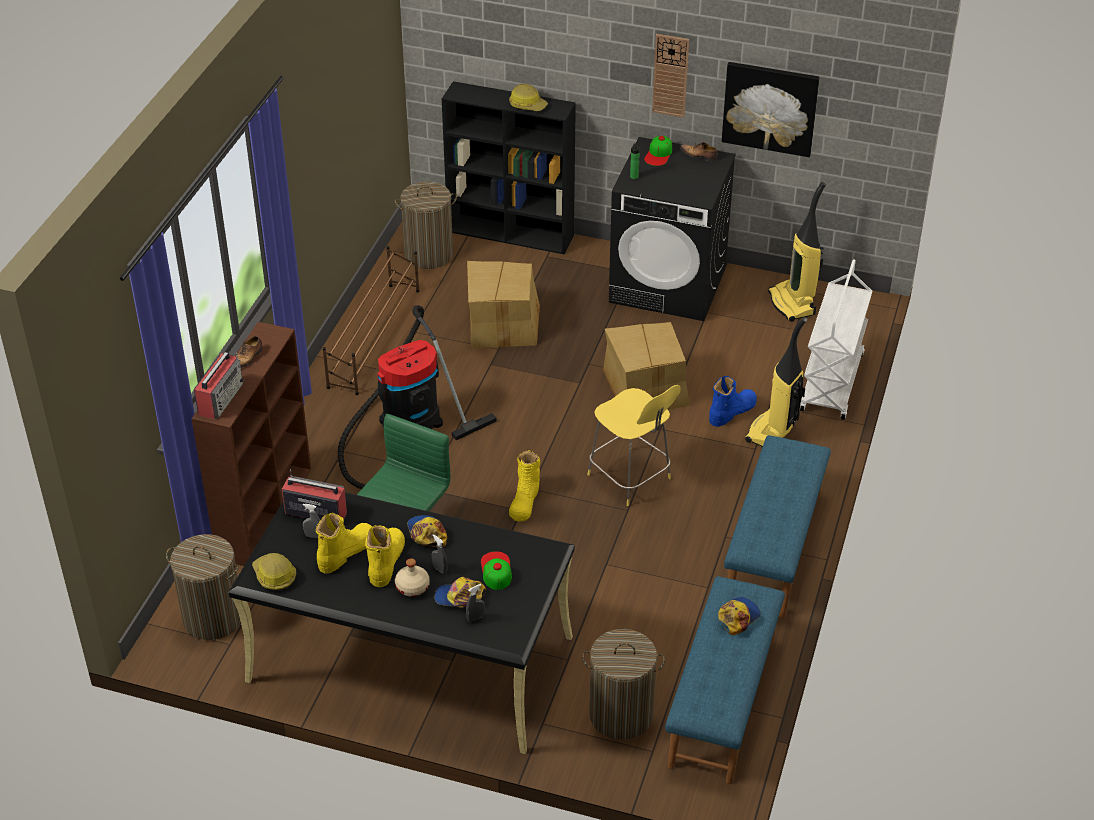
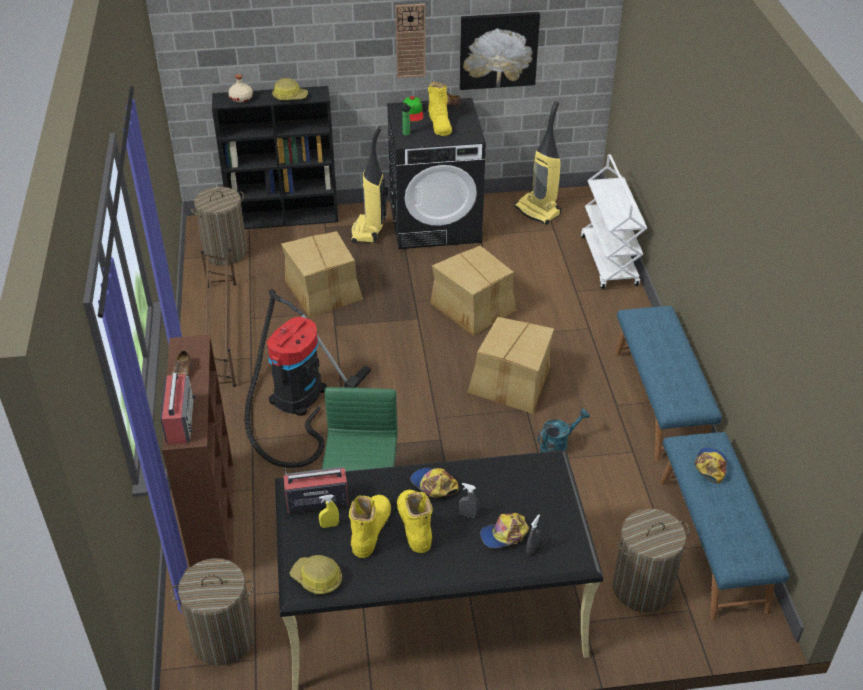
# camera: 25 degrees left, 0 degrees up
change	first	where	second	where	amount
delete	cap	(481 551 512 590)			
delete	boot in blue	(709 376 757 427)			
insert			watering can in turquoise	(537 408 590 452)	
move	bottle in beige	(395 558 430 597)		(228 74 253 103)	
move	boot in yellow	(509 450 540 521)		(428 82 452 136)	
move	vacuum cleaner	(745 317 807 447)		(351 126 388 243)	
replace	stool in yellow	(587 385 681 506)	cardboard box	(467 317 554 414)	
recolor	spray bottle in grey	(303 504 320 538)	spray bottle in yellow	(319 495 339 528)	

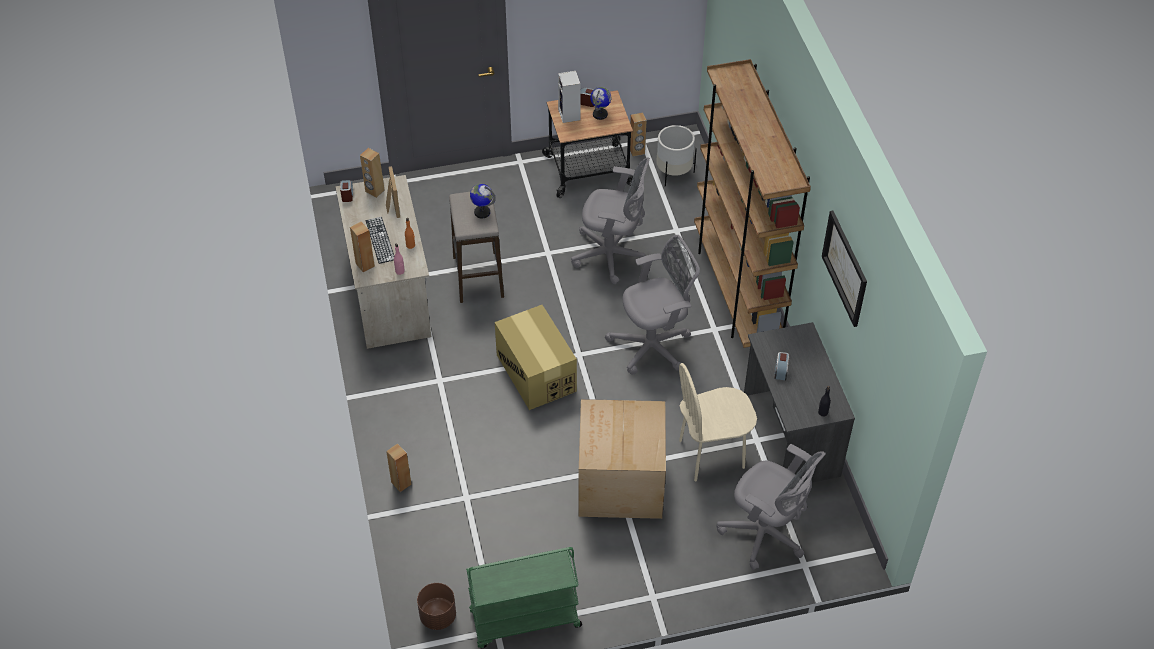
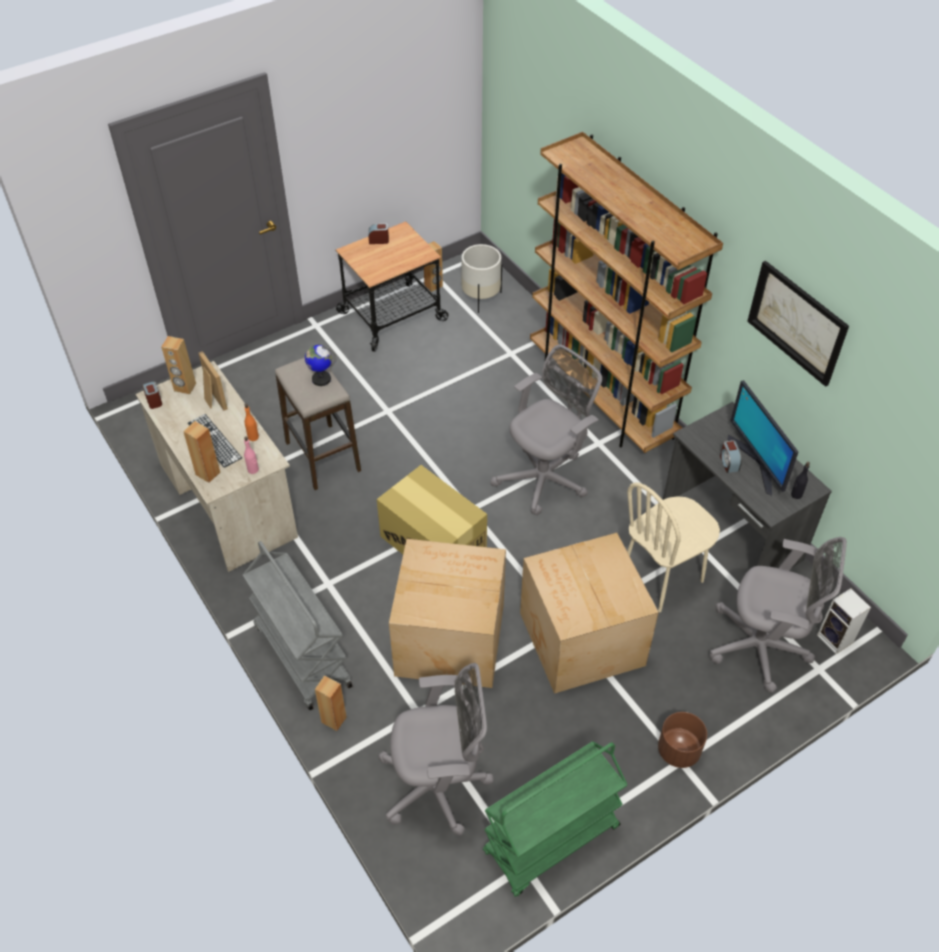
# camera: 20 degrees left, 0 degrees up
change	first	where	second	where	amount
delete	globe	(590 87 611 120)			
insert			cart in grey	(242 541 352 710)	
insert			cardboard box	(389 539 506 688)	
insert			monitor	(727 380 798 496)	
move	planter in brown	(417 583 456 630)		(658 712 707 768)	
move	speaker	(558 71 581 123)		(817 588 871 654)	
move	office chair in grey	(571 158 650 284)		(378 663 494 835)	

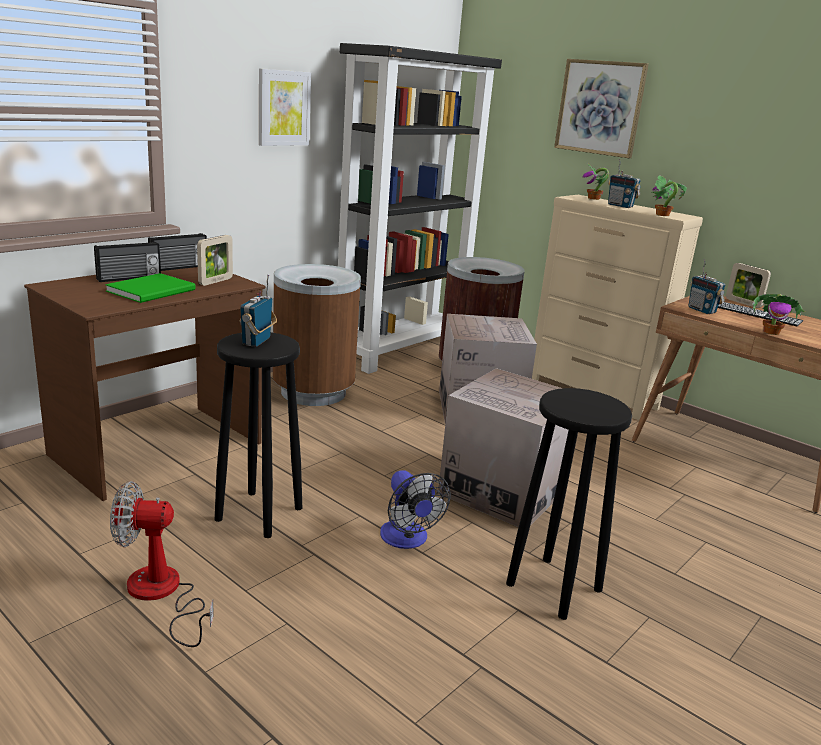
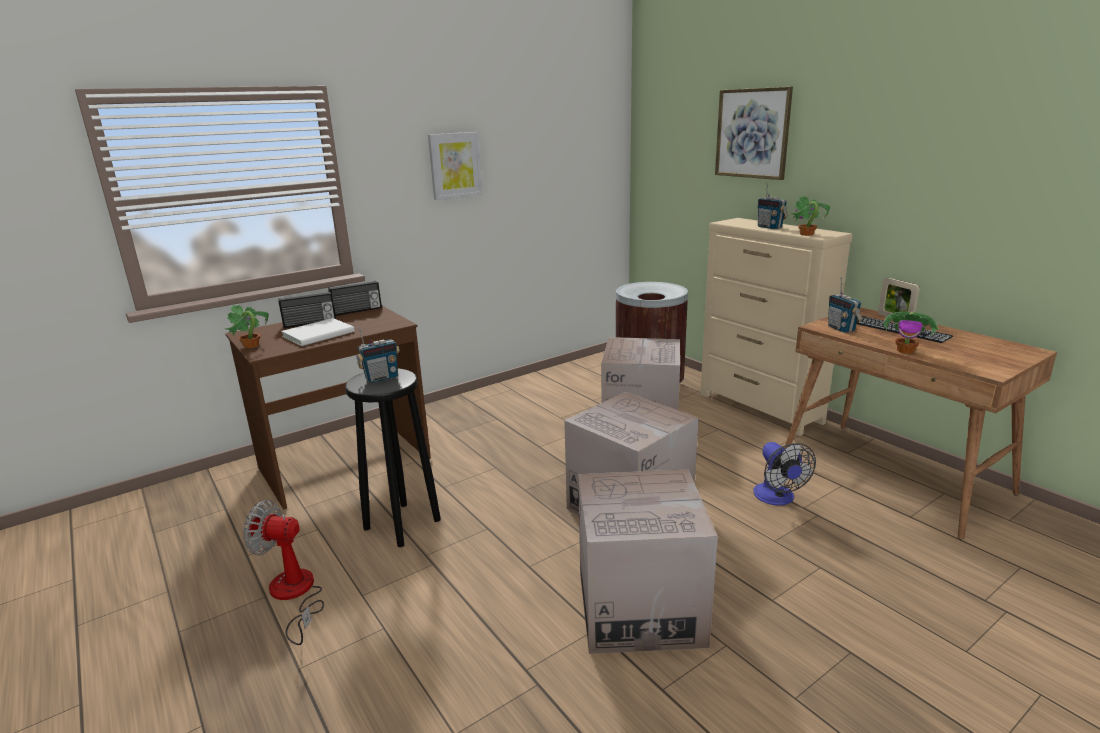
# camera: 15 degrees right, 0 degrees up
change	first	where	second	where	amount
delete	picture frame	(197 235 233 286)			
delete	trash can in brown	(273 264 361 406)			
delete	bookcase in black	(338 43 502 374)			
move	fan	(380 470 451 549)		(753 442 816 506)	
move	potted plant	(583 163 609 200)		(225 305 269 348)	
replace	stool in black	(506 388 632 620)	cardboard box	(578 469 718 654)	
recolor	book in green	(105 273 196 303)	book in white	(281 318 355 346)	
rotate	radio	(239 275 277 347)		(356 327 400 383)	150 degrees counterclockwise

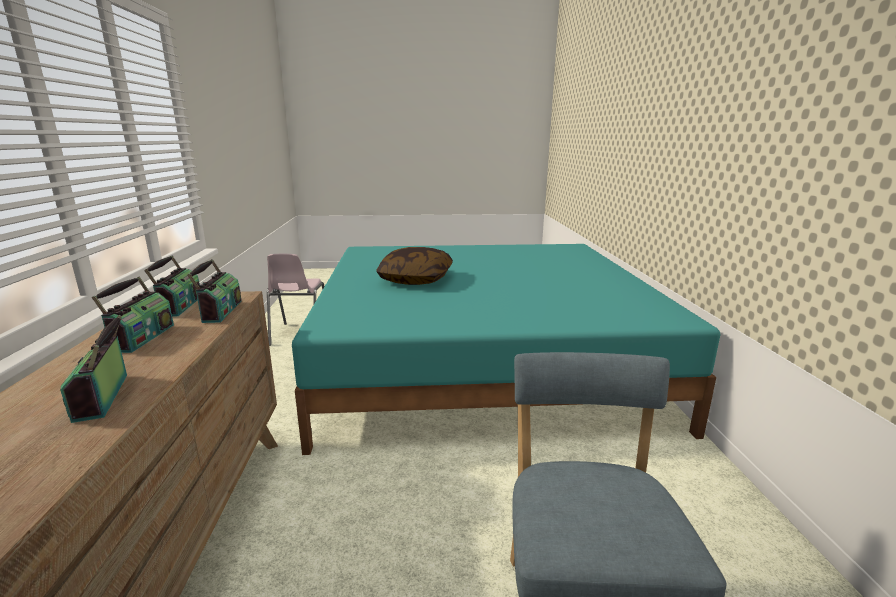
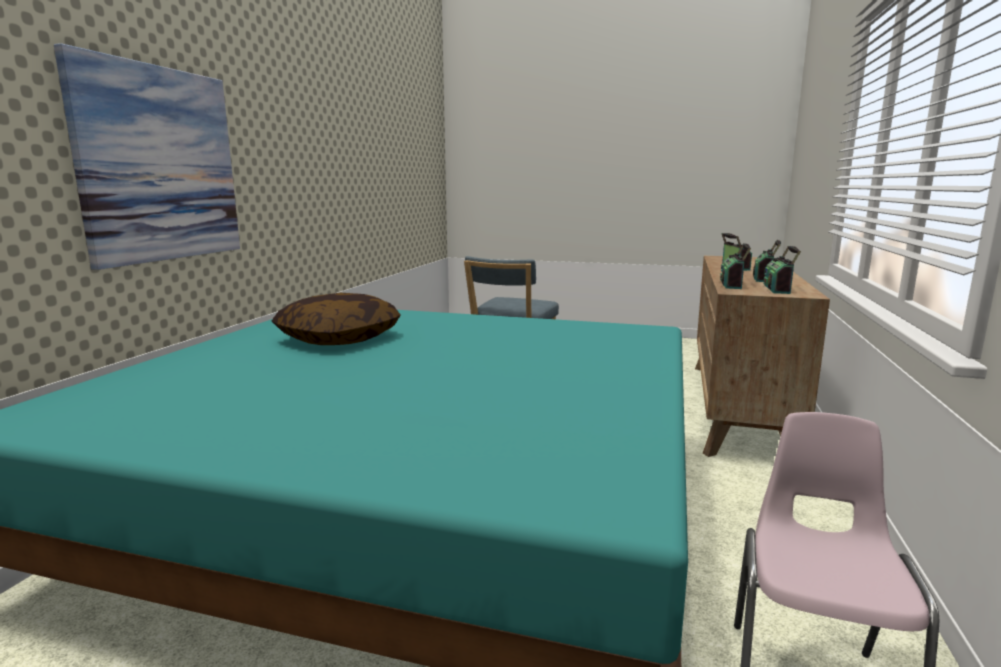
# camera: 160 degrees left, 5 degrees down
change	first	where	second	where	amount
insert			picture	(54 43 240 270)	
move	pillow	(376 247 453 285)		(272 293 401 345)	

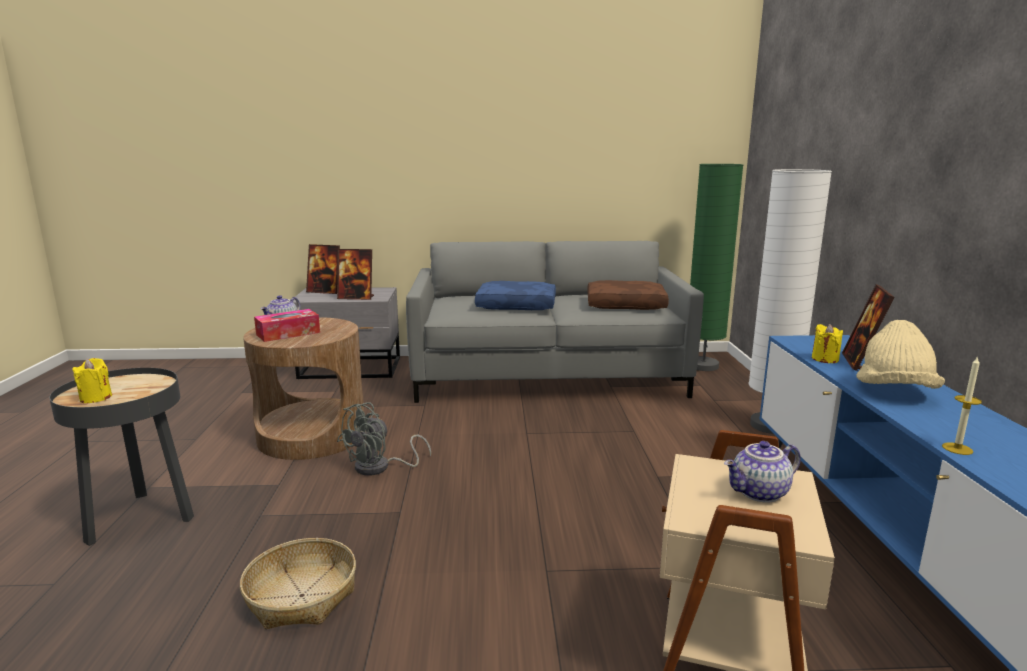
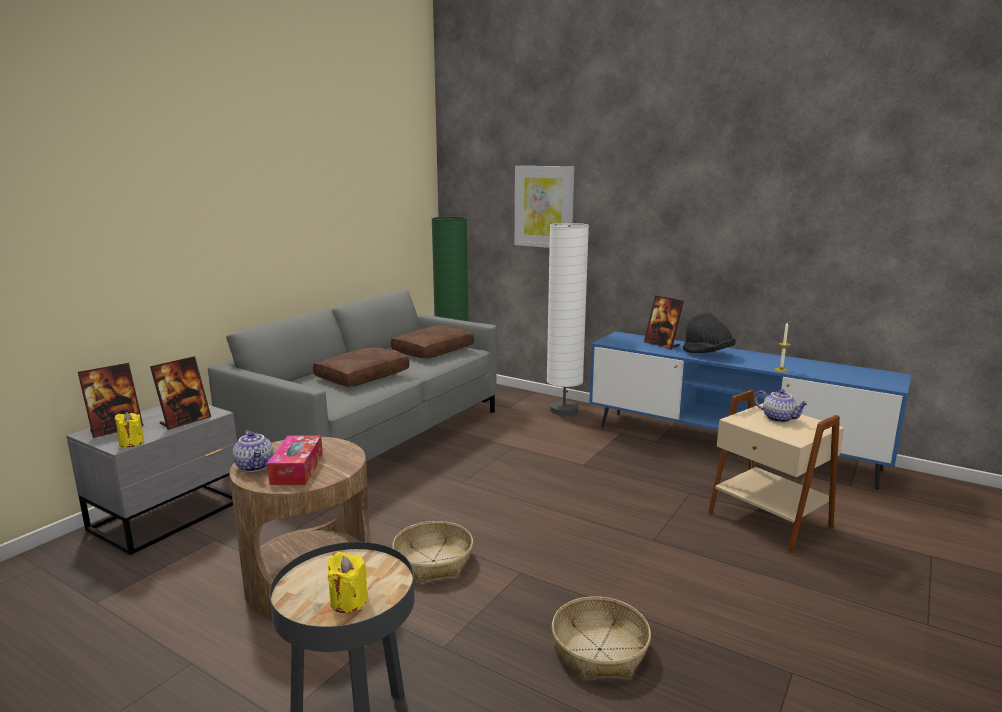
# camera: 55 degrees left, 0 degrees up
change	first	where	second	where	amount
insert			picture	(515 166 574 248)	
move	candle in yellow	(812 324 843 363)		(115 412 144 447)	
replace	fan in grey	(337 402 431 475)	basket	(392 521 473 582)	
recolor	pillow in blue	(475 281 556 310)	pillow in brown	(313 347 410 387)	
recolor	hat in beige	(856 320 945 389)	hat in black	(683 313 736 353)	
rotate	teapot	(724 441 801 503)		(754 389 809 423)	60 degrees counterclockwise

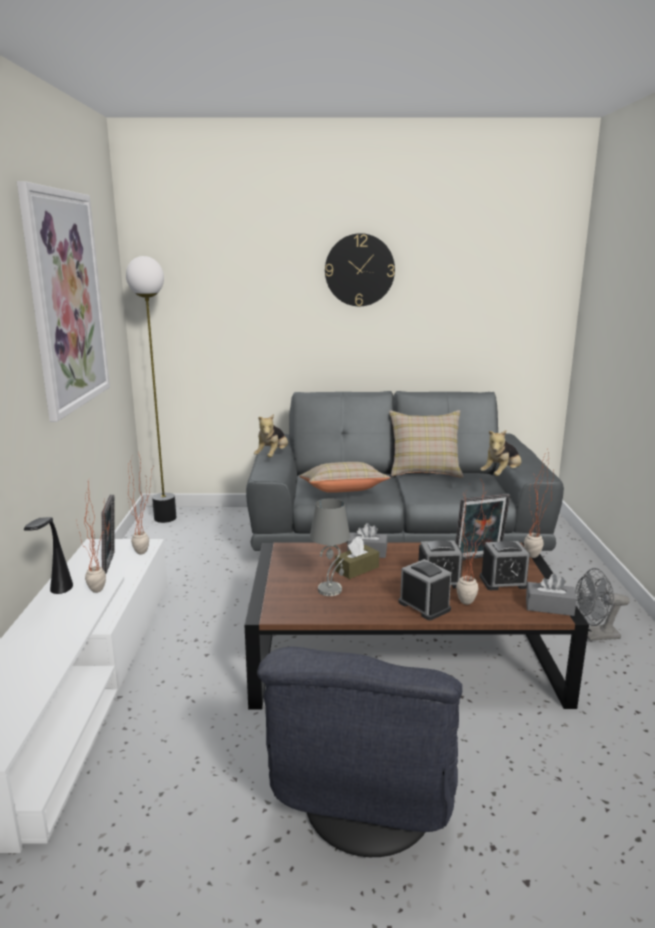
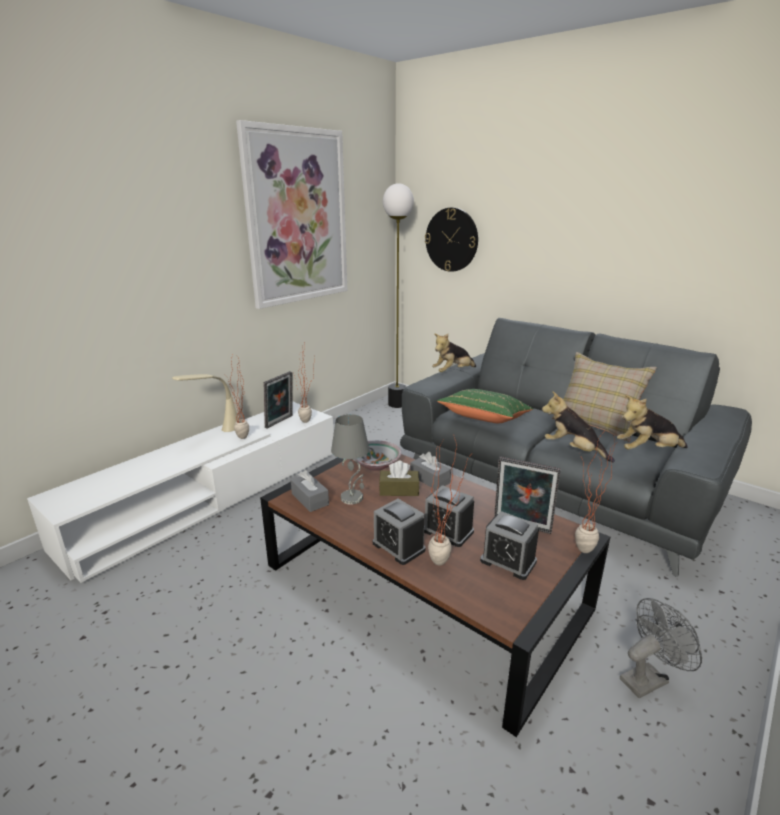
# camera: 40 degrees right, 5 degrees up
change	first	where	second	where	amount
delete	armchair in grey	(257 646 463 857)			
insert			bowl	(355 440 402 471)	
insert			plush toy	(542 391 615 463)	
move	wall clock	(325 233 395 306)		(425 208 478 272)	
move	tissue box in grey	(526 574 577 616)		(291 470 329 512)	
recolor	table lamp in black	(24 517 73 594)	table lamp in beige	(172 374 238 432)	
recolor	pillow in beige	(299 462 390 493)	pillow in green	(437 389 533 423)	
rotate	alarm clock	(399 559 451 620)		(373 499 426 565)	135 degrees clockwise
rotate	fan in grey	(575 568 630 641)		(620 598 702 698)	120 degrees clockwise

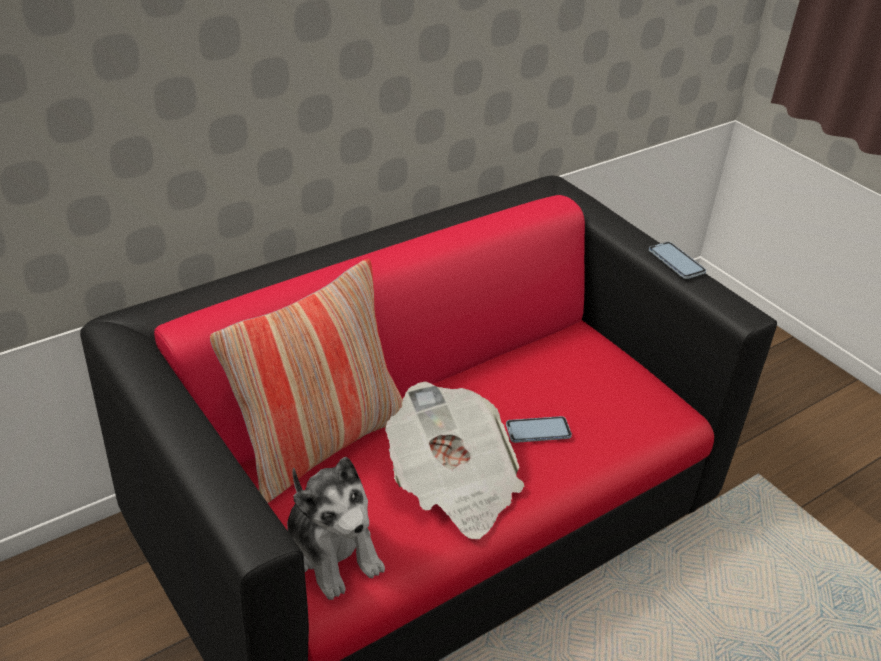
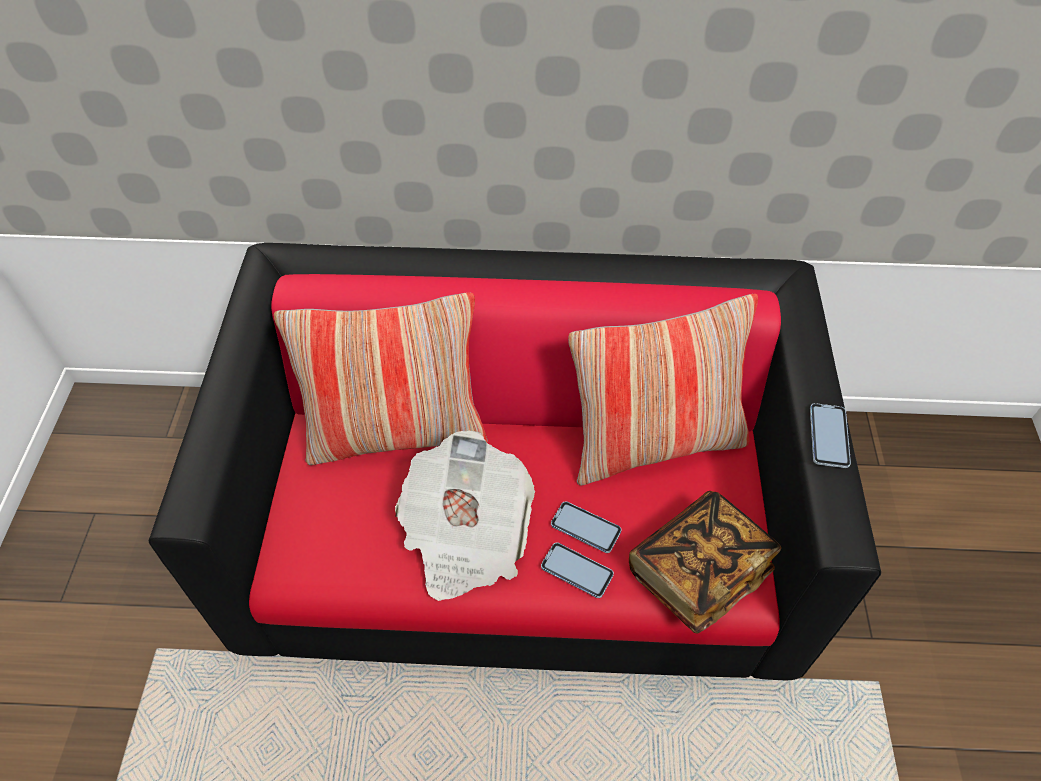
# camera: 40 degrees right, 15 degrees up
change	first	where	second	where	amount
delete	plush toy	(287 457 385 600)			
insert			phone	(541 542 614 598)	
insert			pillow	(568 294 758 486)	
insert			book	(629 491 781 633)	

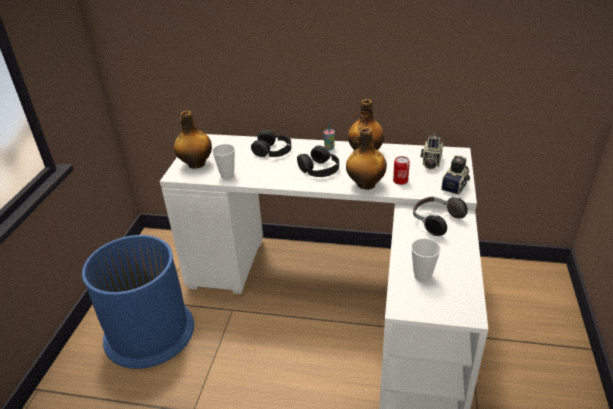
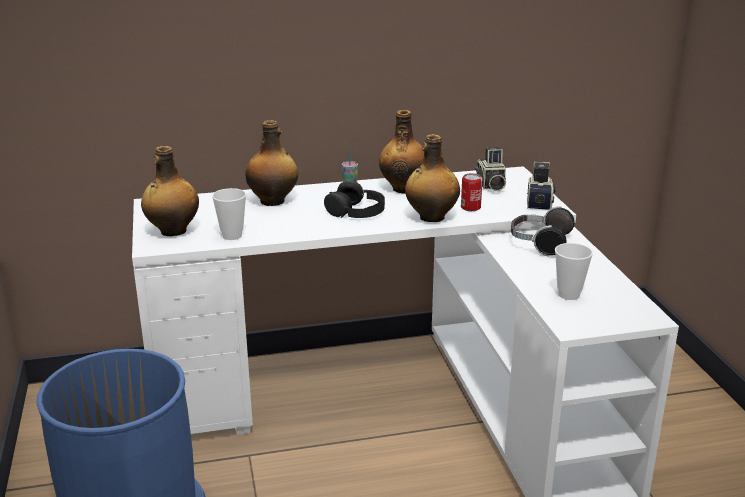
# camera: 25 degrees left, 10 degrees down
change	first	where	second	where	amount
replace	headphones in black	(251 130 291 157)	bottle	(245 120 298 206)	

